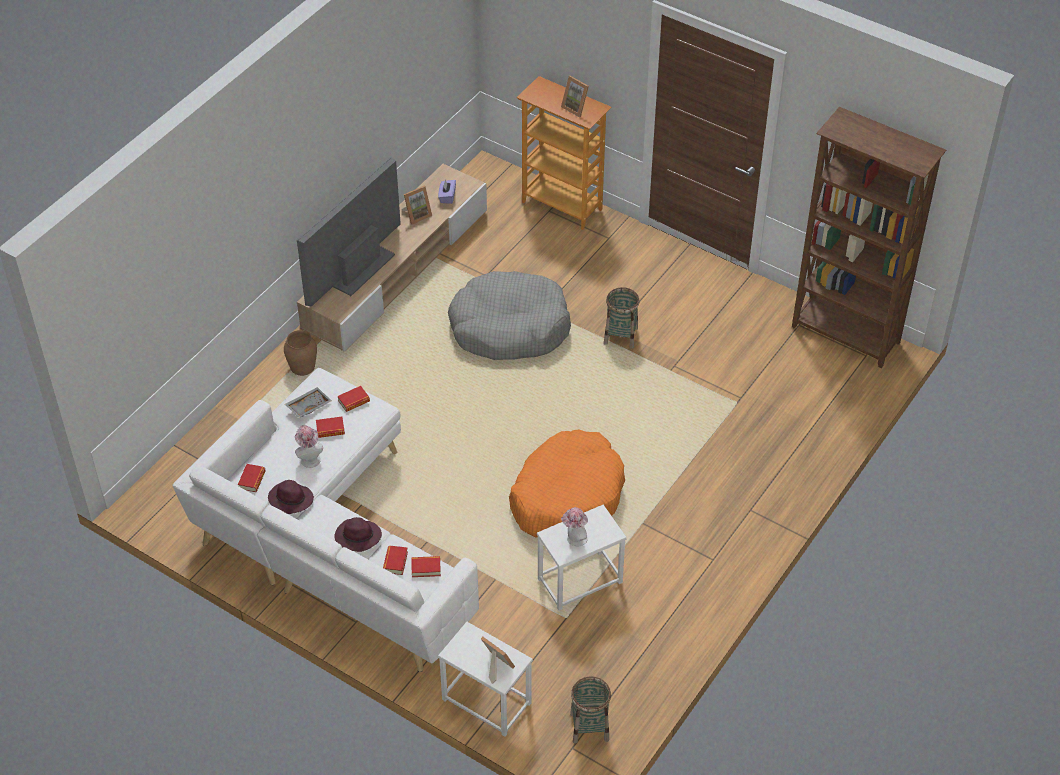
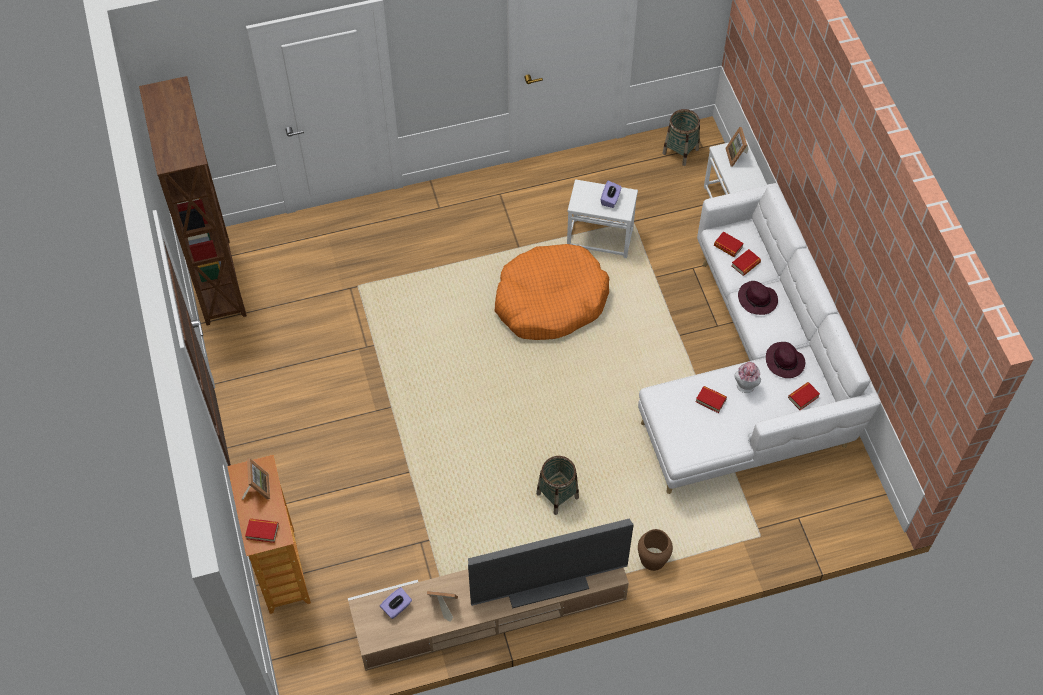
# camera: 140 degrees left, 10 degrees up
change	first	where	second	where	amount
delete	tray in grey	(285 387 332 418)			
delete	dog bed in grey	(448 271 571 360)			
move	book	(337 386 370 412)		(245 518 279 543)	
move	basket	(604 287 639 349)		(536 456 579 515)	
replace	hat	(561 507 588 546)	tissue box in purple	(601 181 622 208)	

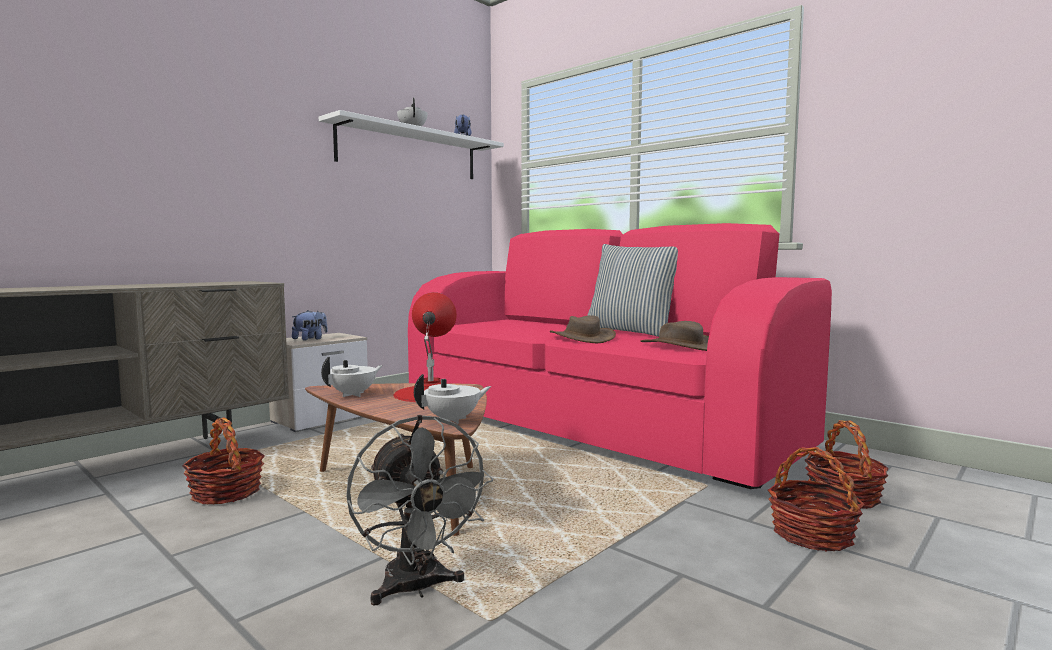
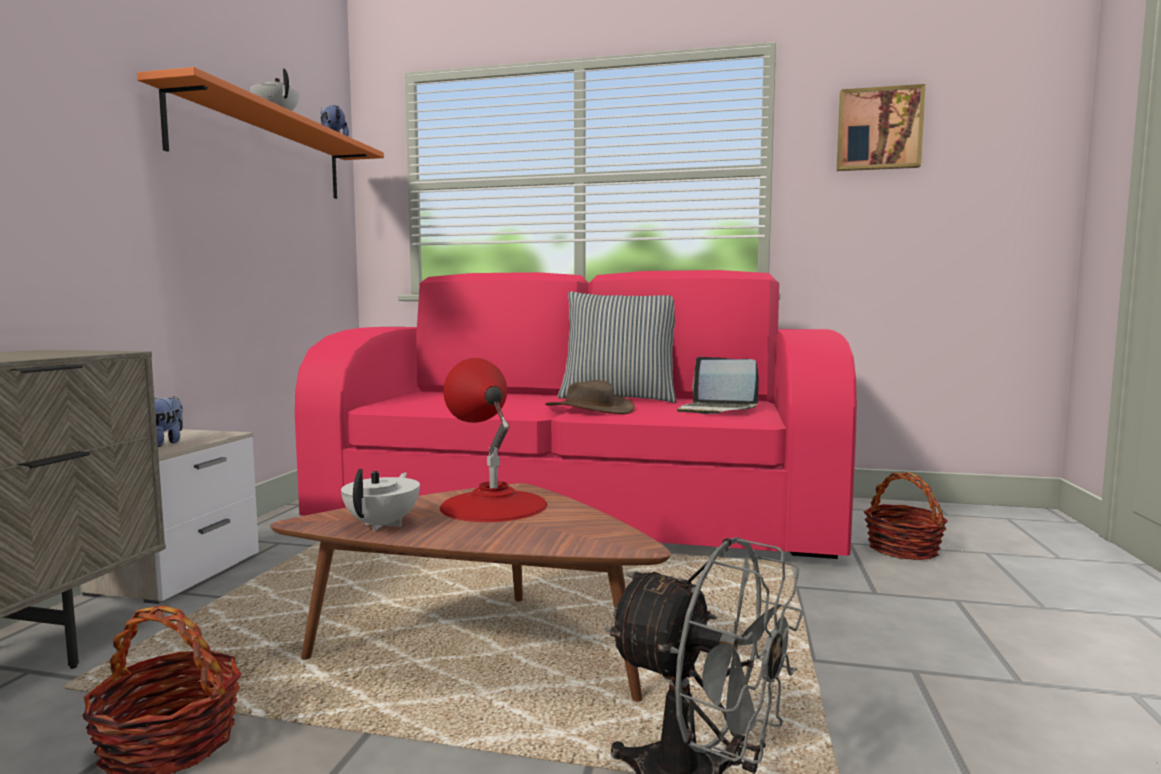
# camera: 30 degrees left, 0 degrees up
change	first	where	second	where	amount
delete	teapot in white	(414 374 492 424)			
delete	basket	(768 447 865 552)			
insert			picture	(837 84 925 171)	
replace	hat in brown	(640 321 709 351)	laptop	(677 357 759 414)	
recolor	shelf in white	(319 110 504 179)	shelf in orange	(137 67 384 199)	

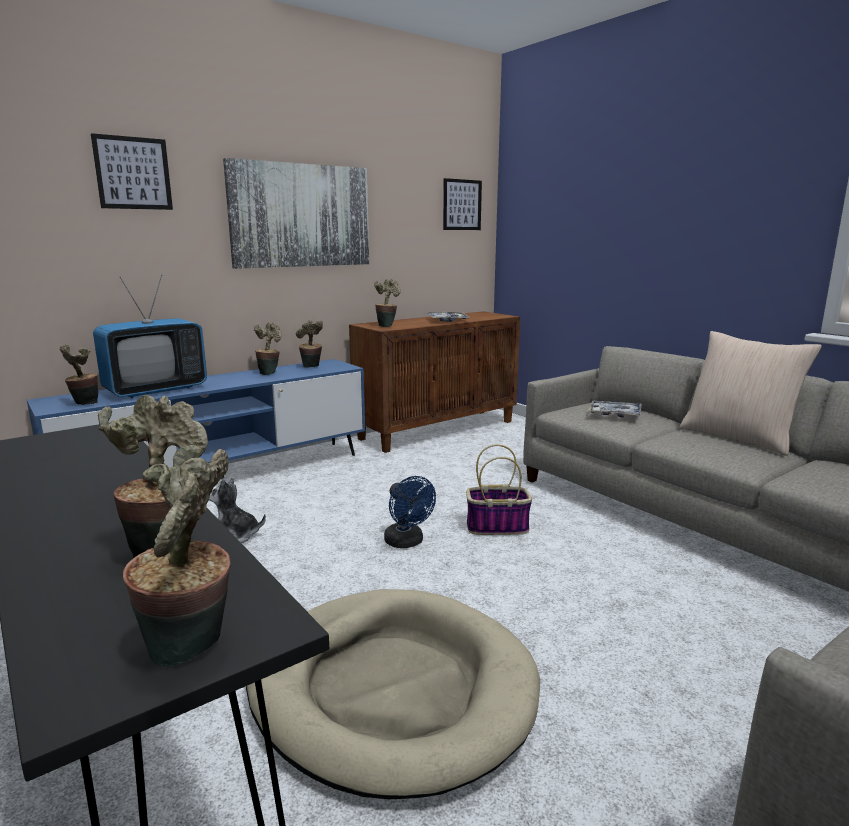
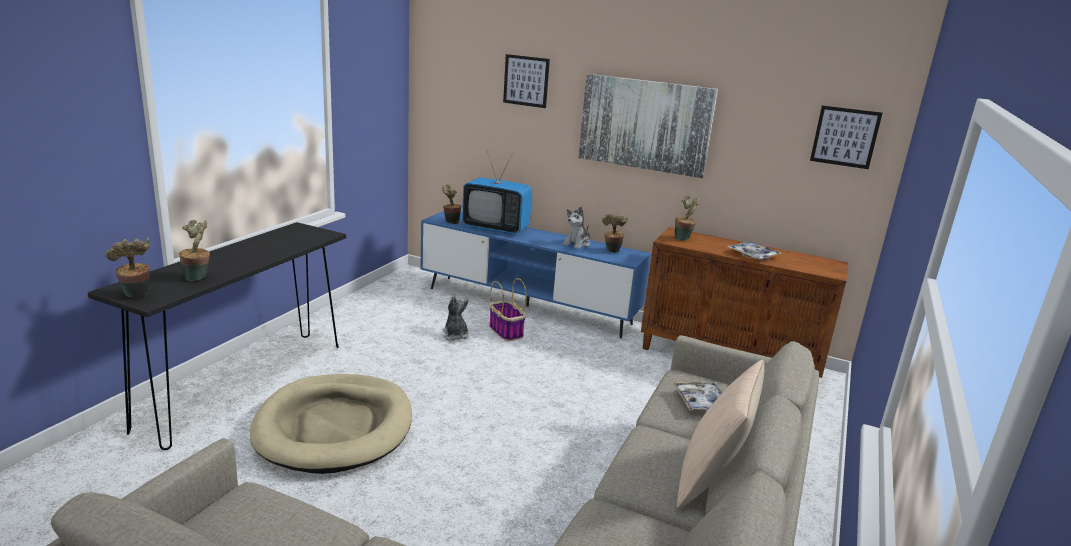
# camera: 60 degrees right, 5 degrees up
change	first	where	second	where	amount
delete	fan in blue	(384 476 436 548)			
move	basket	(466 444 532 535)		(489 278 527 341)	
replace	potted plant	(254 322 282 375)	plush toy	(563 207 590 249)	

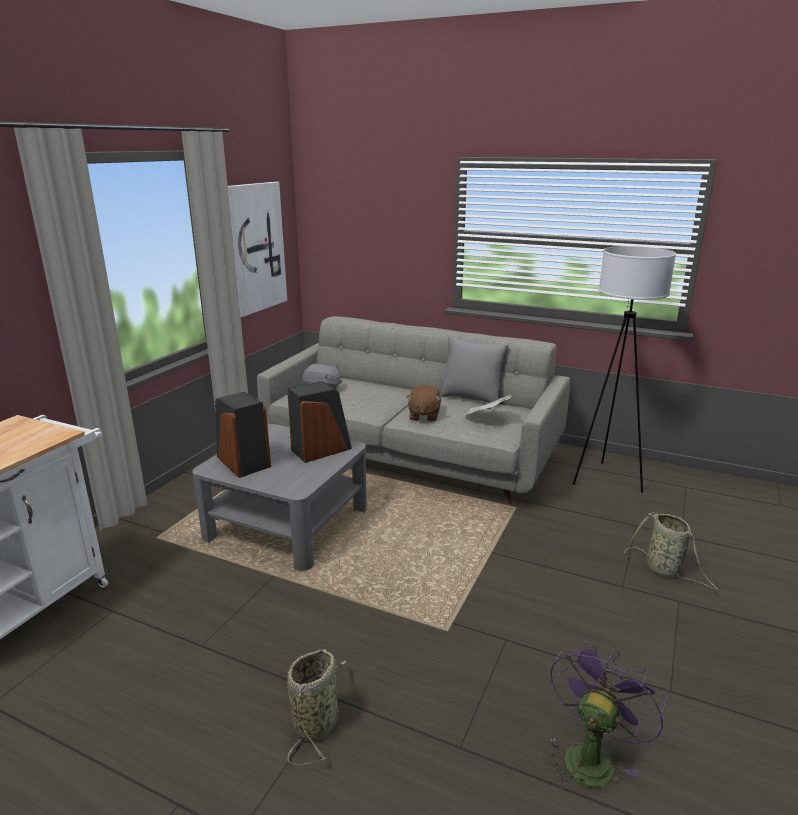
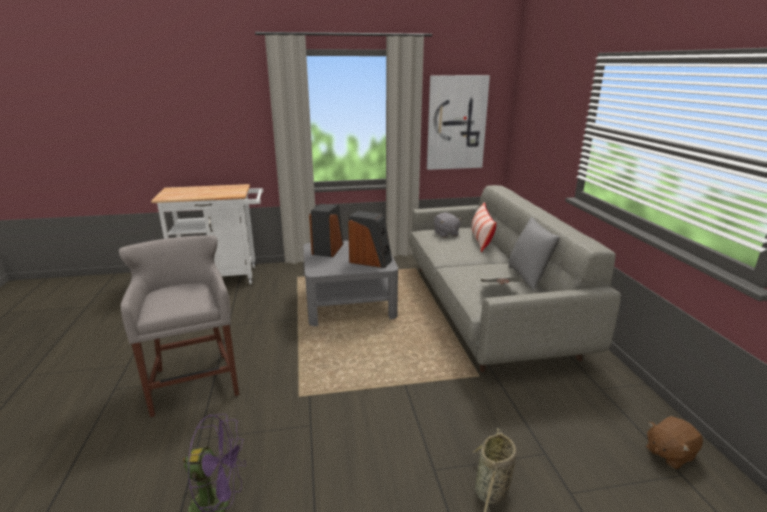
# camera: 55 degrees right, 0 degrees up
change	first	where	second	where	amount
delete	floor lamp in white	(573 246 676 493)			
insert			pillow	(471 202 496 252)	
move	plush toy in brown	(406 385 441 421)		(646 416 703 470)	
replace	basket	(287 649 346 765)	stool in grey	(119 235 239 417)	

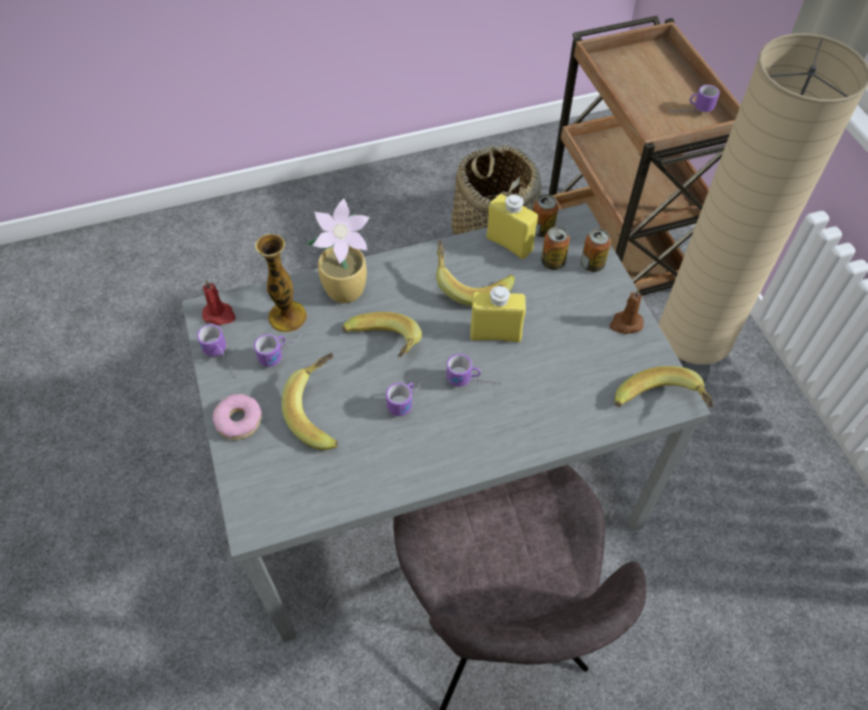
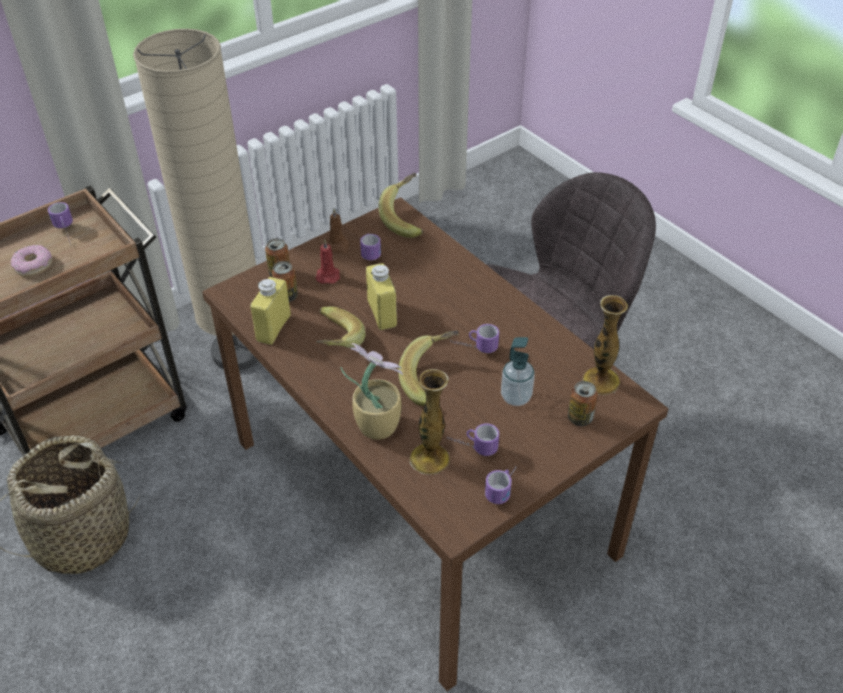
# camera: 110 degrees left, 10 degrees down
change	first	where	second	where	amount
insert			vase	(582 295 628 395)	
move	candle in red	(202 280 236 325)		(316 239 340 284)	
move	donut	(213 394 262 440)		(10 245 52 277)	
move	mug	(447 354 501 387)		(360 234 381 260)	
move	can	(533 194 558 237)		(568 381 598 426)	
replace	banana	(282 353 338 450)	soap dispenser	(501 337 535 406)	
recolor	dining table in grey	(182 203 710 642)	dining table in brown	(202 197 668 691)	

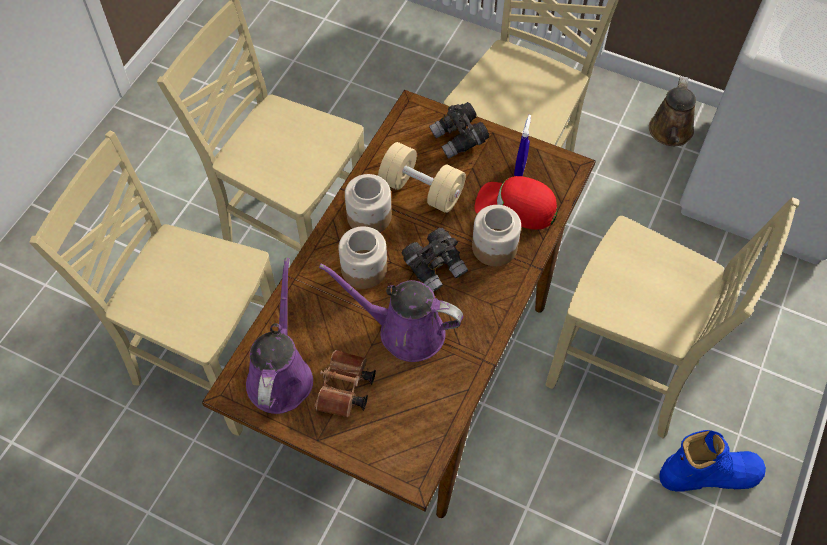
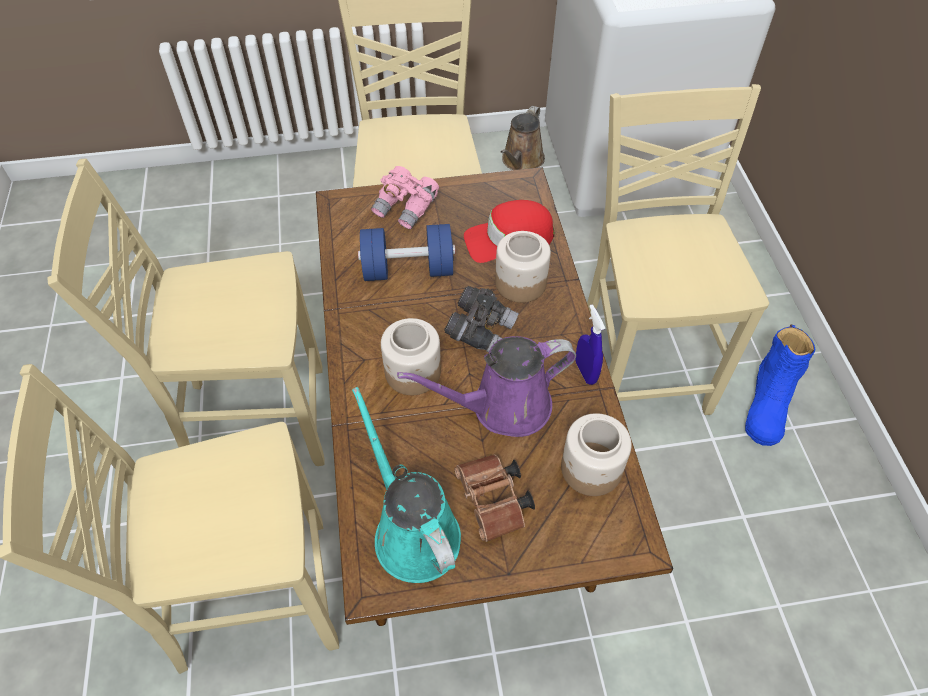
# camera: 35 degrees left, 5 degrees down
change	first	where	second	where	amount
move	jar	(345 174 392 232)		(561 413 632 496)	
move	spray bottle in blue	(514 115 531 176)		(575 305 606 385)	
recolor	watering can in purple	(246 258 313 414)	watering can in turquoise	(352 387 461 583)	
recolor	dumbbell in beige	(378 142 466 213)	dumbbell in blue	(358 224 455 281)	
recolor	binoculars in grey	(429 102 490 159)	binoculars in pink	(371 166 439 229)	
rotate	chair in beige	(546 197 799 439)		(587 84 769 415)	90 degrees counterclockwise
rotate	watering can in brown	(649 76 696 146)		(501 106 545 170)	45 degrees clockwise
rotate	boot in blue	(659 430 766 491)		(745 325 816 446)	150 degrees clockwise

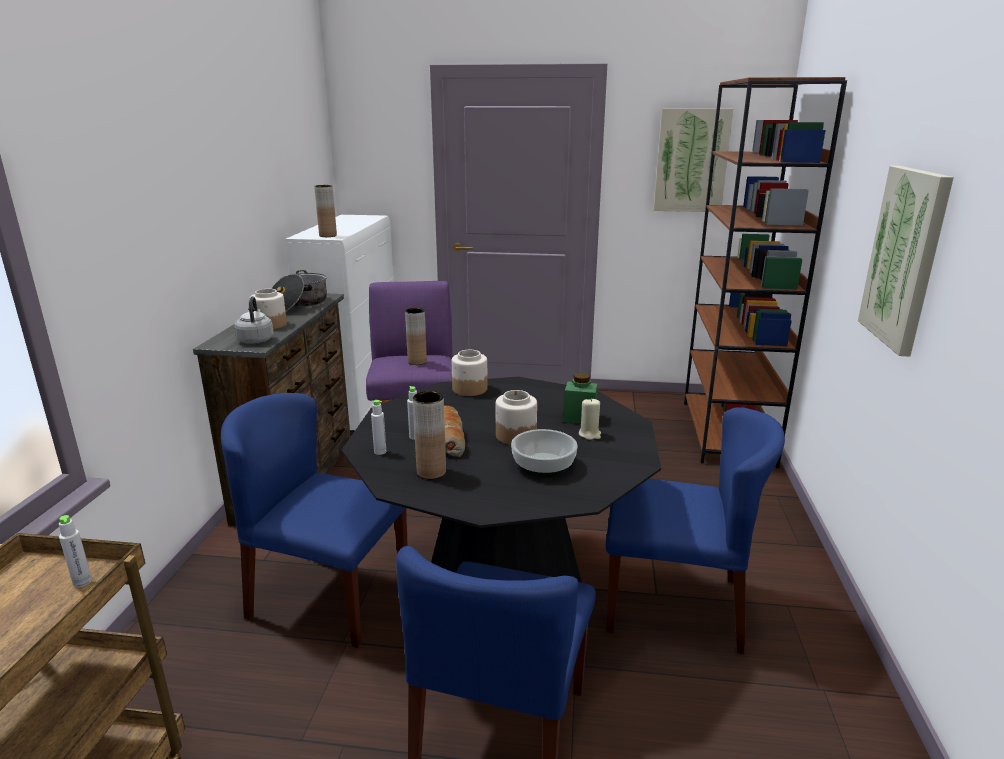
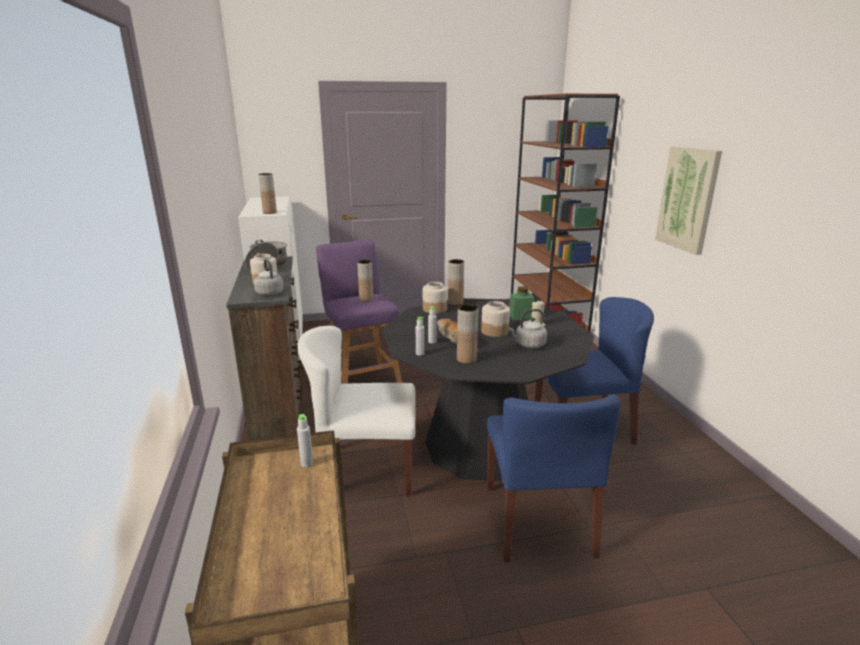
# camera: 20 degrees left, 0 degrees up
change	first	where	second	where	amount
delete	picture	(653 109 733 212)			
insert			vase in brown	(448 259 464 306)	
replace	bowl	(511 429 578 478)	kettle in grey	(508 309 547 348)	
recolor	chair in blue	(221 393 407 648)	chair in white	(297 325 415 496)	

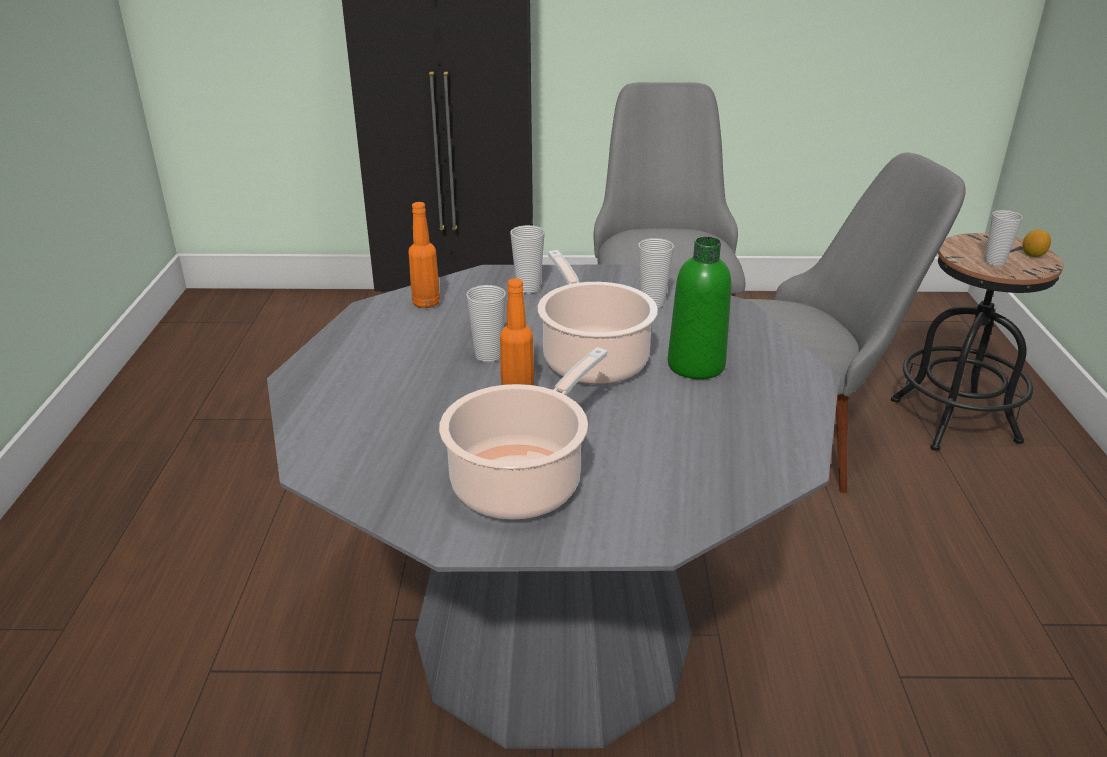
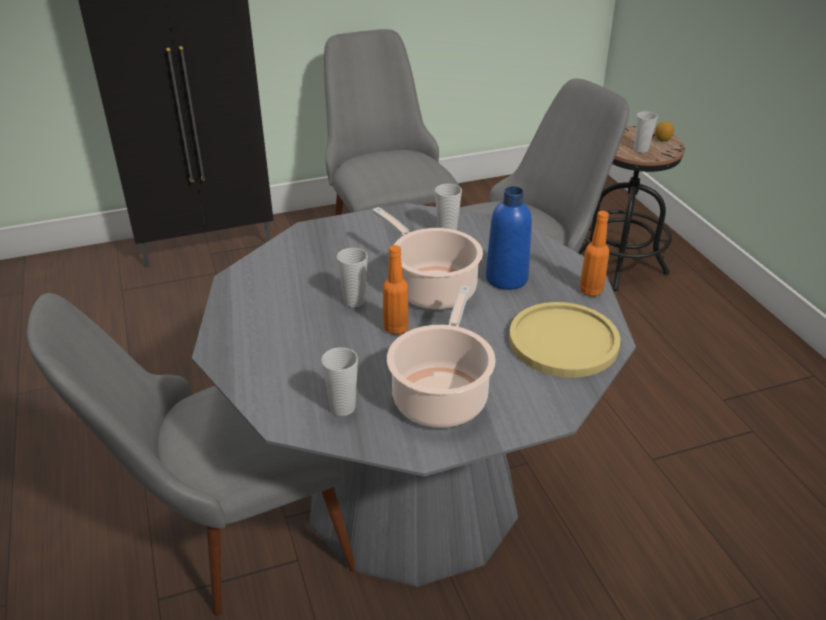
# camera: 20 degrees left, 5 degrees up
change	first	where	second	where	amount
insert			chair in grey	(26 293 355 616)	
insert			plate in yellow	(509 302 620 378)	
move	bottle in orange	(408 202 440 308)		(579 211 609 296)	
move	cup	(510 225 545 294)		(321 347 358 416)	
recolor	bottle in green	(668 237 731 379)	bottle in blue	(486 186 532 290)	

